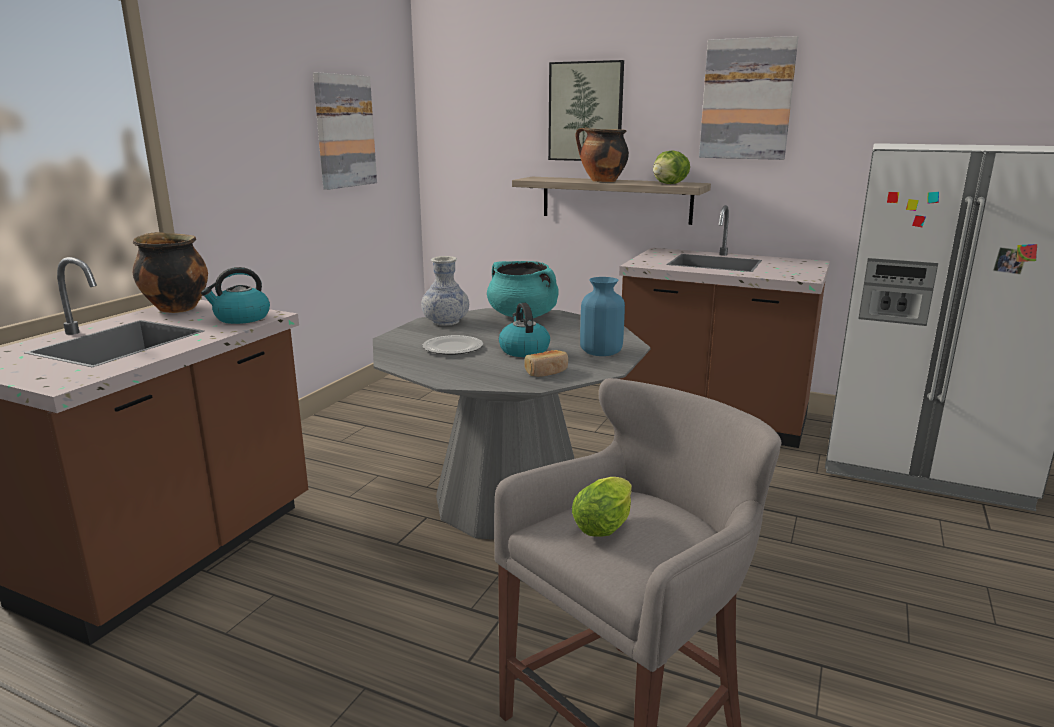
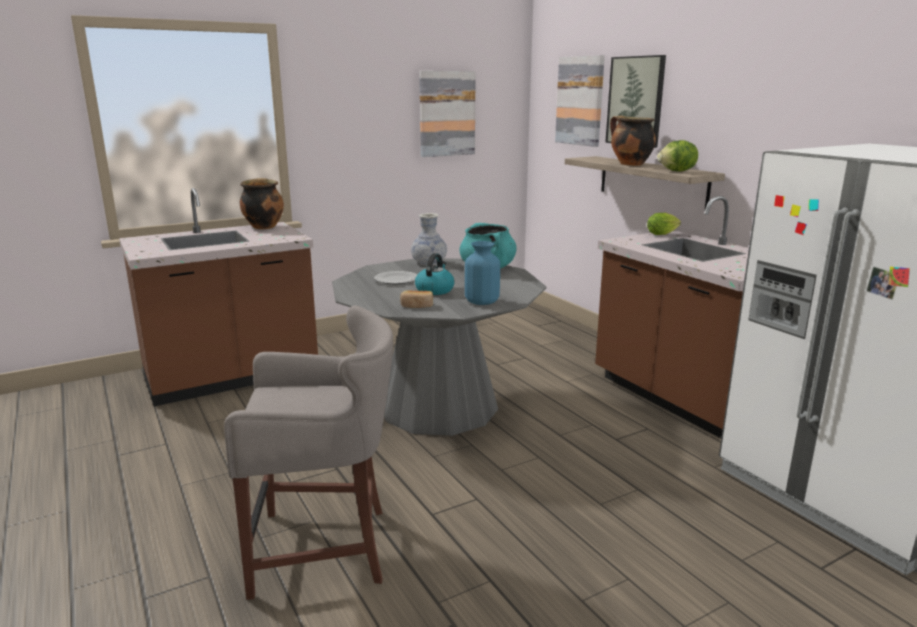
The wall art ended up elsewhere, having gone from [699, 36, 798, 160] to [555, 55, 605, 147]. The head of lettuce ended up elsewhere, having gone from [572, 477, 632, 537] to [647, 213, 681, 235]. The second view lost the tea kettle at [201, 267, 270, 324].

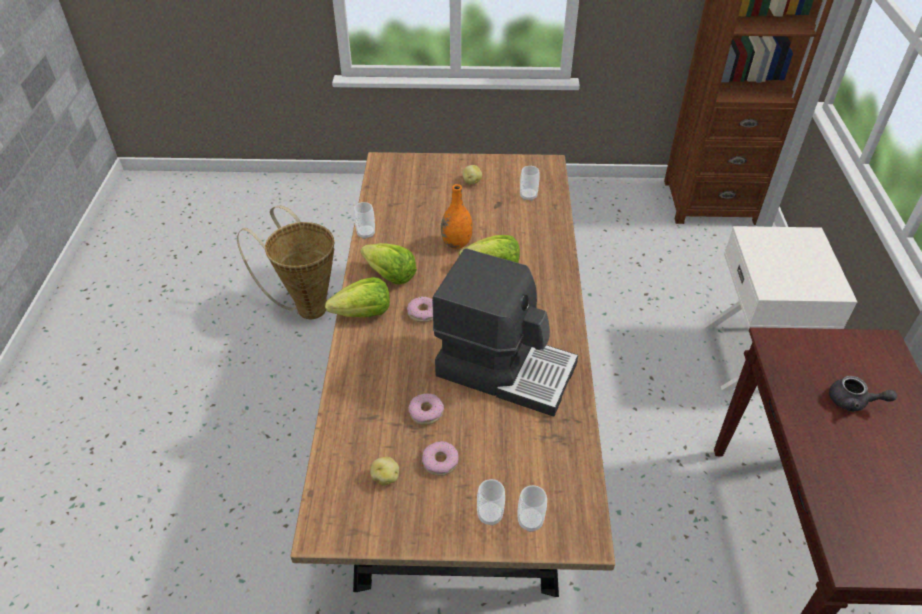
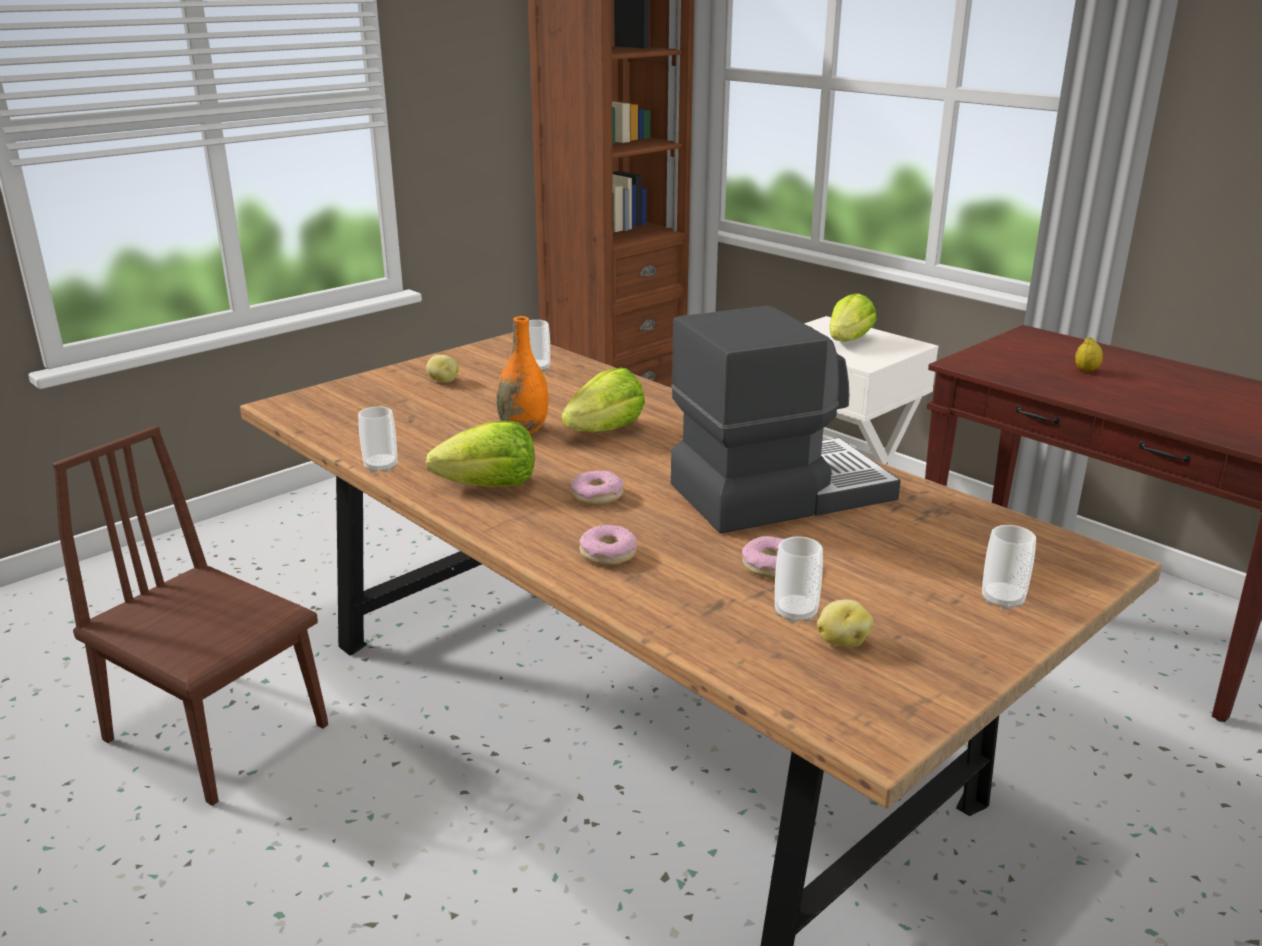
Where the basket stood at [237, 206, 334, 319], the brown-coloured chair came to stand at [53, 426, 328, 806]. The donut ended up elsewhere, having gone from [422, 441, 459, 476] to [579, 525, 637, 565]. The cup ended up elsewhere, having gone from [518, 485, 547, 532] to [775, 537, 823, 623]. The head of lettuce ended up elsewhere, having gone from [325, 277, 390, 317] to [829, 293, 877, 342]. Where the grey teapot stood at [829, 376, 897, 412], the whole lemon came to stand at [1075, 338, 1103, 372].

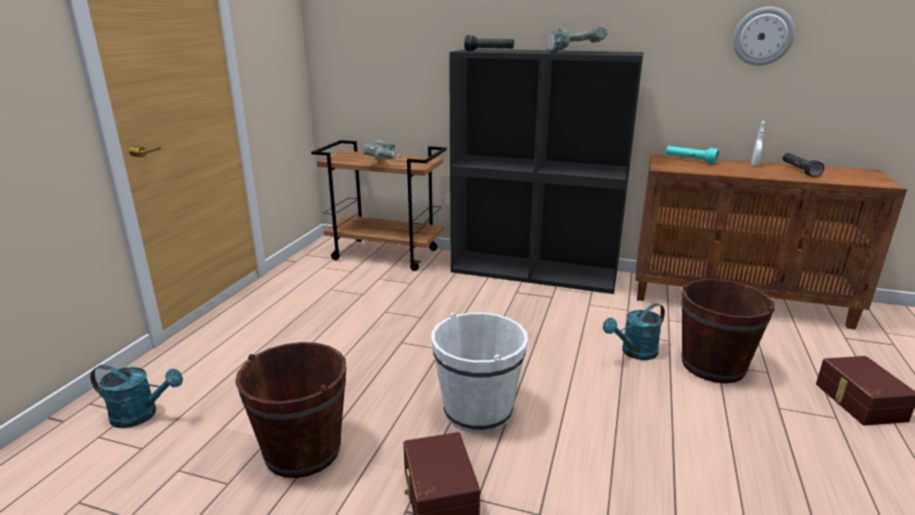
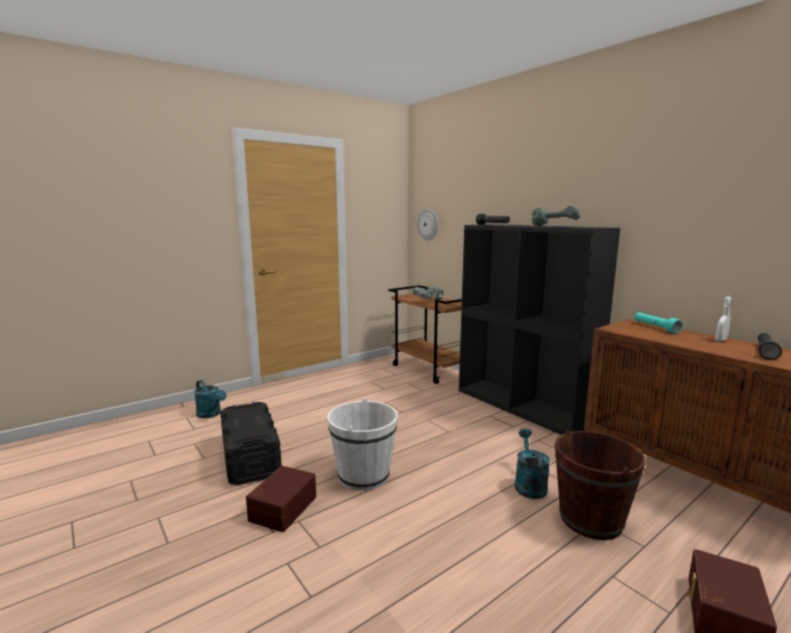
Where the brown-coloured water bucket stood at [235, 342, 346, 478], the black storage box came to stand at [220, 402, 282, 485]. The hanging clock ended up elsewhere, having gone from [733, 7, 795, 66] to [417, 209, 438, 240]. The turquoise sprinkling can at [603, 303, 665, 360] ended up facing another way, 90 degrees clockwise from before.

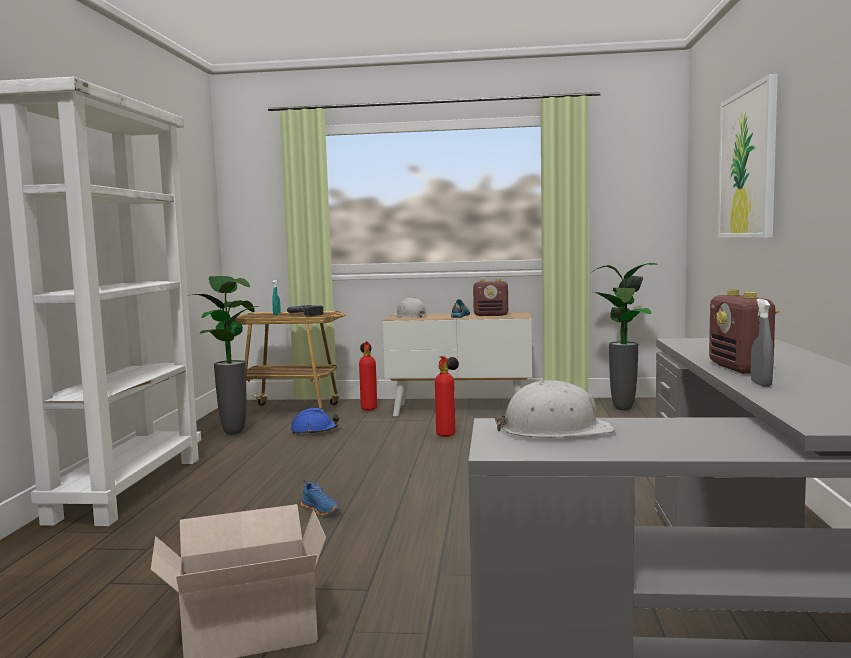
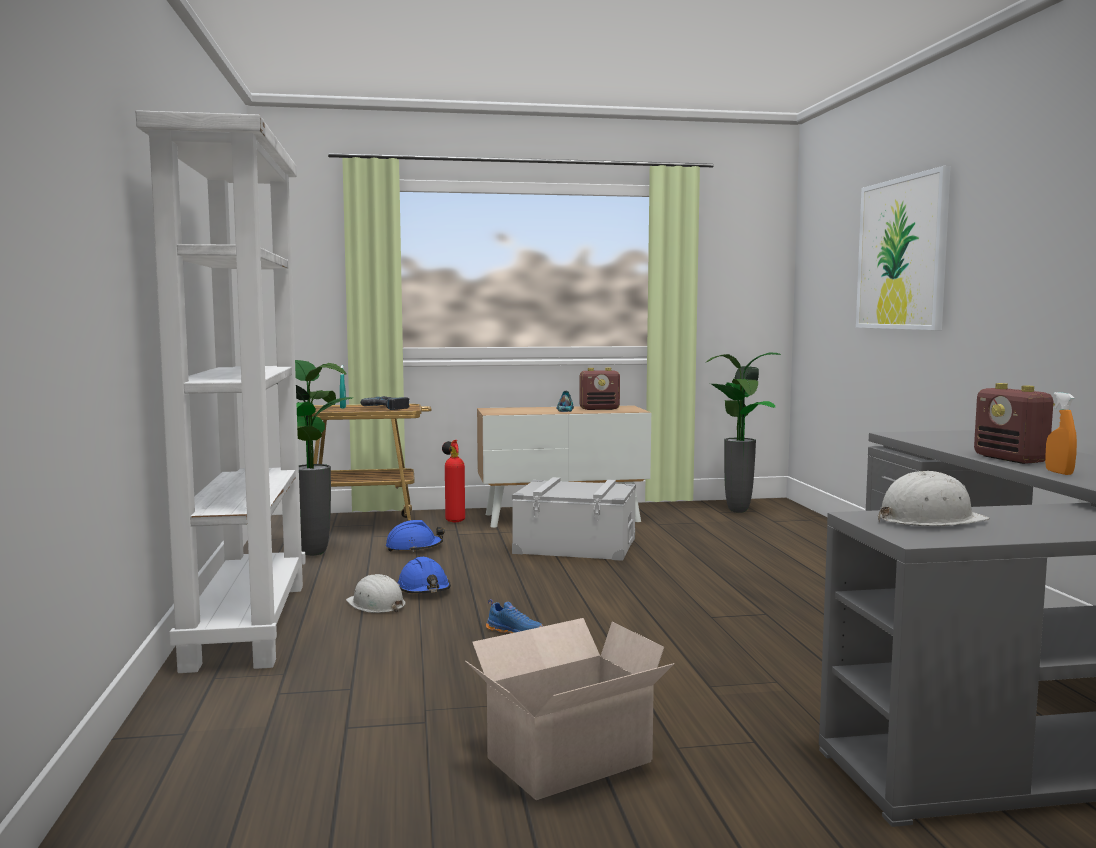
The whitish work helmet ended up elsewhere, having gone from [393, 297, 428, 318] to [346, 574, 405, 613]. The second view gained the blue-coloured work helmet at [398, 557, 451, 594]. Where the fire extinguisher stood at [435, 356, 459, 437], the grey storage box came to stand at [512, 477, 636, 561]. What was the grey sprayer at [751, 299, 773, 387] turned into the orange-coloured sprayer at [1045, 392, 1077, 475].

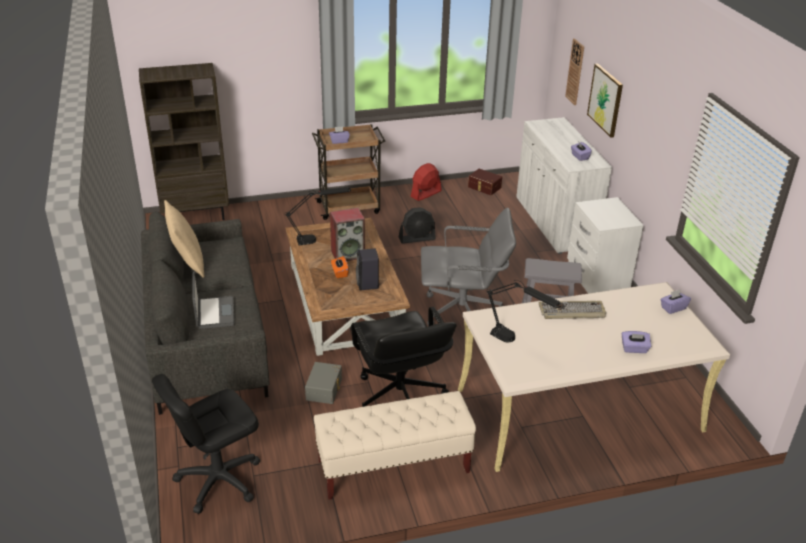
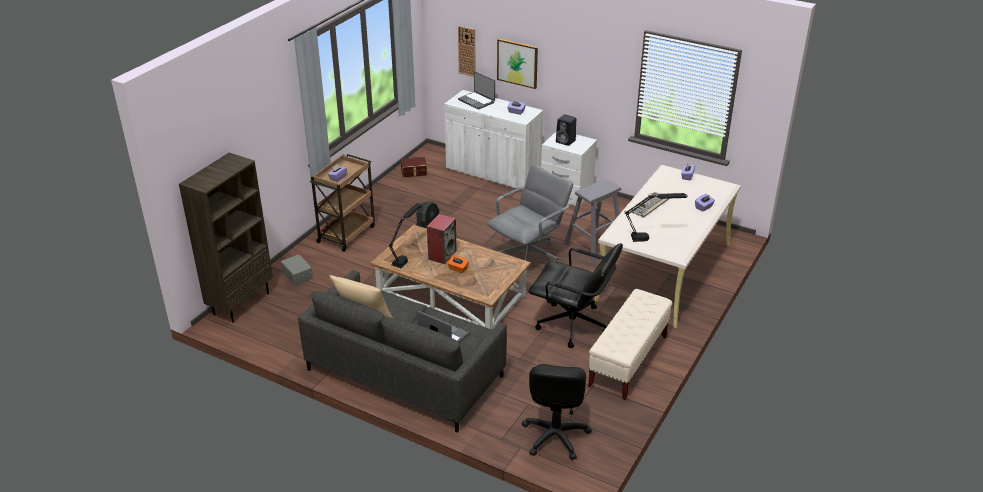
The grey storage box ended up elsewhere, having gone from [305, 362, 342, 404] to [281, 254, 313, 285]. The second view gained the notebook computer at [458, 71, 495, 110]. The black loudspeaker ended up elsewhere, having gone from [356, 248, 379, 290] to [556, 114, 576, 146]. The second view lost the reddish electric fan at [410, 163, 441, 201].

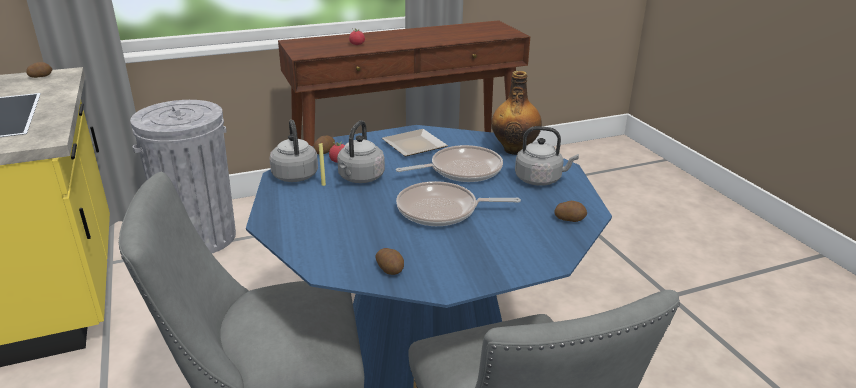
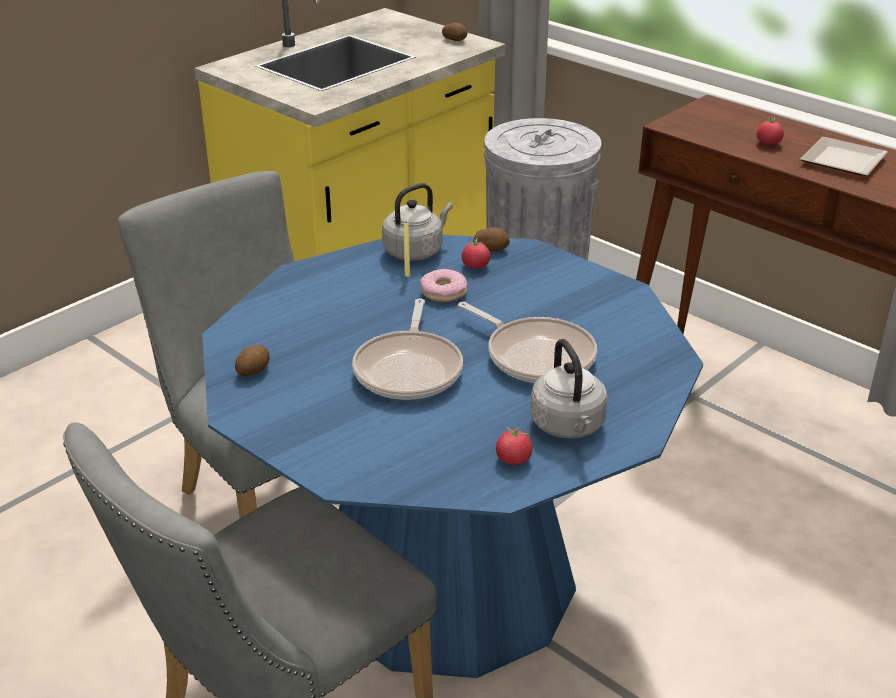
The pan at [396, 181, 521, 226] ended up facing another way, 150 degrees counterclockwise from before. Where the grey tea kettle stood at [337, 120, 385, 183], the donut came to stand at [420, 269, 468, 302]. The second view gained the whole tomato at [496, 424, 532, 465]. The flat dish ended up elsewhere, having gone from [382, 129, 448, 157] to [800, 137, 888, 176]. The second view lost the drink bottle at [491, 71, 542, 155]. The second view lost the spud at [554, 201, 587, 222].

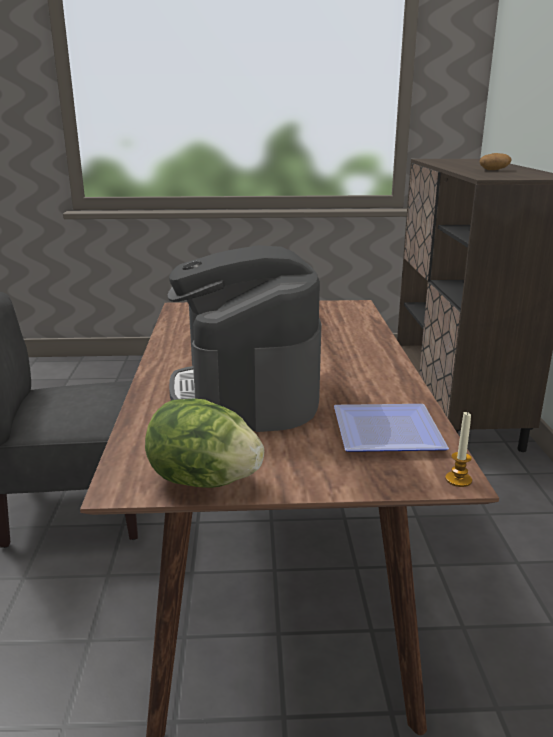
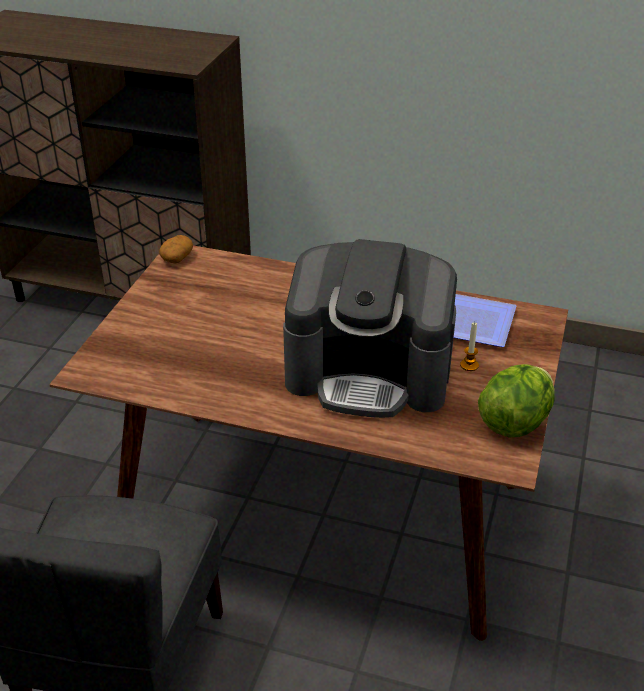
The spud ended up elsewhere, having gone from [479, 153, 511, 170] to [159, 235, 193, 264]. The candle ended up elsewhere, having gone from [445, 411, 472, 487] to [460, 322, 479, 371].

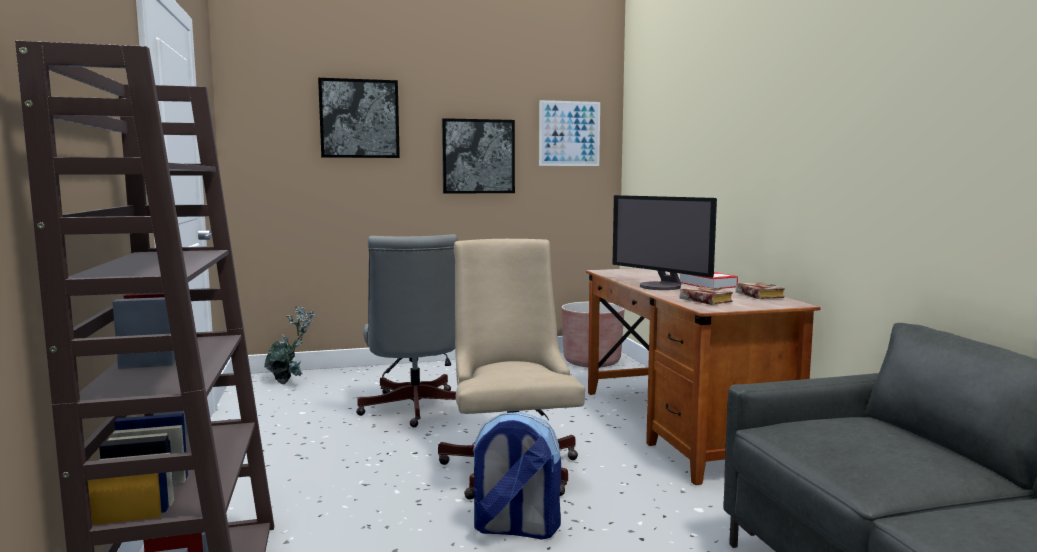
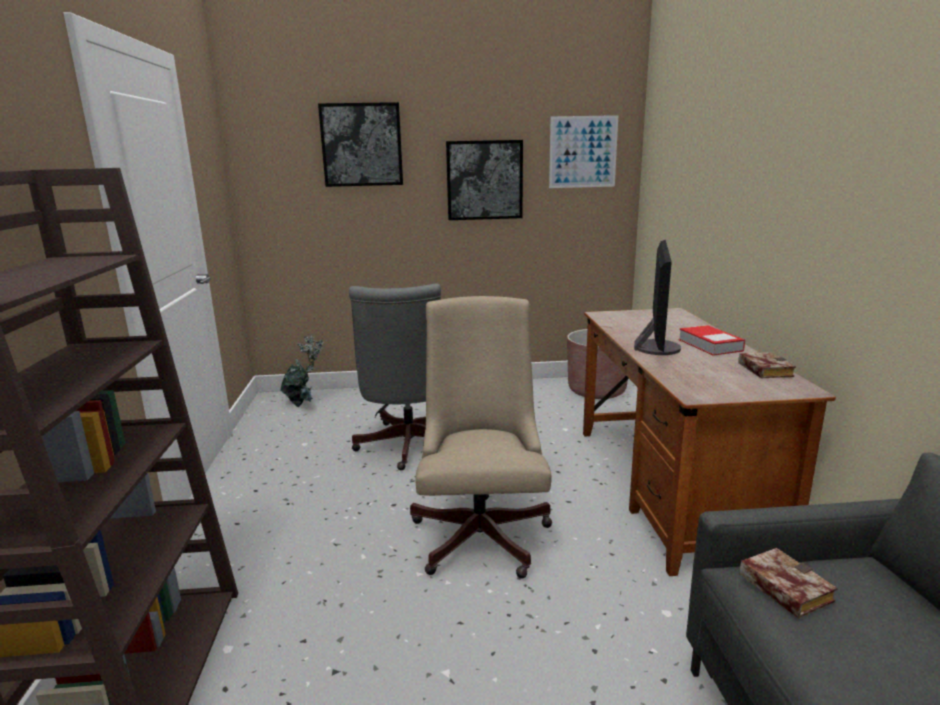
The computer screen at [613, 195, 717, 290] ended up facing another way, 135 degrees counterclockwise from before. The bound book ended up elsewhere, having gone from [680, 287, 733, 305] to [739, 548, 838, 618]. The second view lost the rucksack at [470, 412, 561, 540].

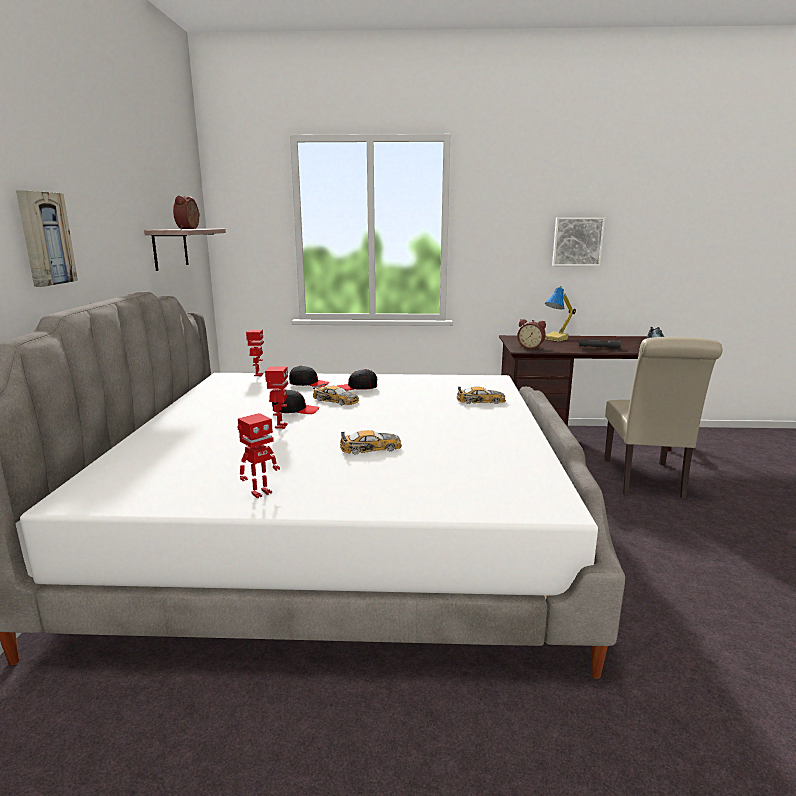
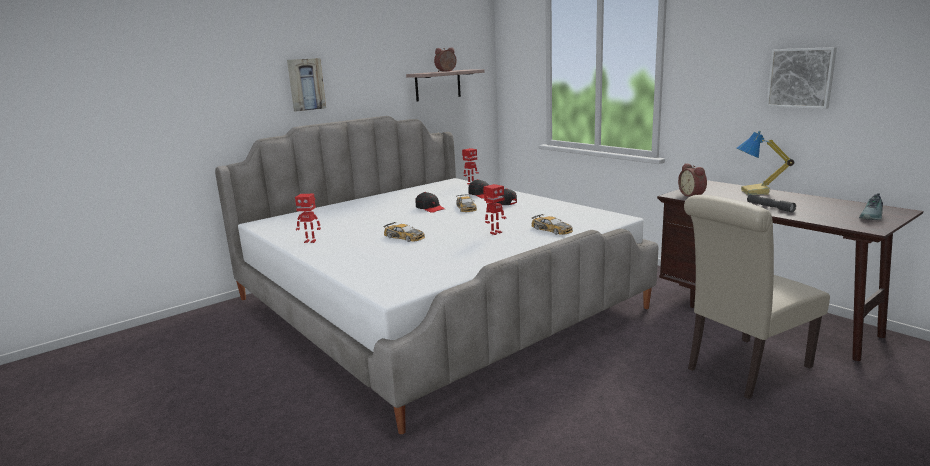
The robot figure ended up elsewhere, having gone from [265, 366, 288, 429] to [483, 184, 506, 235].

